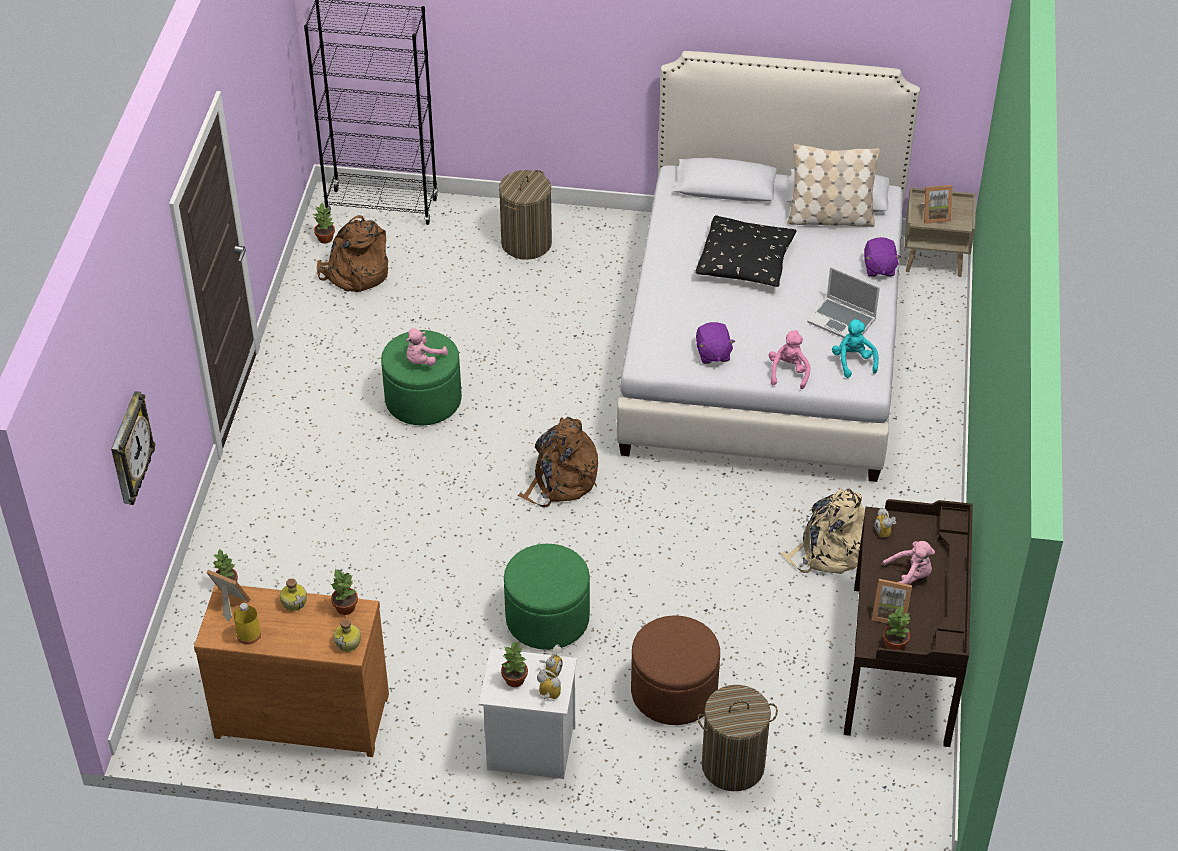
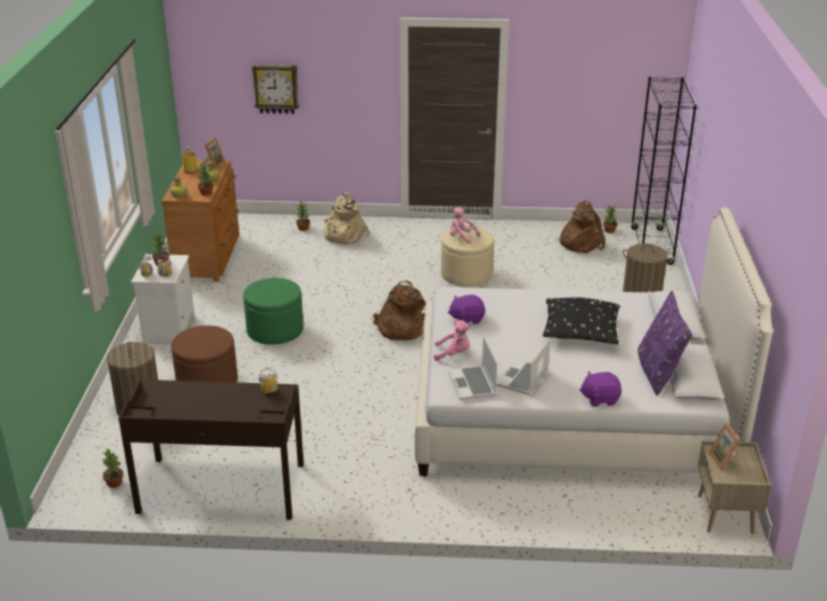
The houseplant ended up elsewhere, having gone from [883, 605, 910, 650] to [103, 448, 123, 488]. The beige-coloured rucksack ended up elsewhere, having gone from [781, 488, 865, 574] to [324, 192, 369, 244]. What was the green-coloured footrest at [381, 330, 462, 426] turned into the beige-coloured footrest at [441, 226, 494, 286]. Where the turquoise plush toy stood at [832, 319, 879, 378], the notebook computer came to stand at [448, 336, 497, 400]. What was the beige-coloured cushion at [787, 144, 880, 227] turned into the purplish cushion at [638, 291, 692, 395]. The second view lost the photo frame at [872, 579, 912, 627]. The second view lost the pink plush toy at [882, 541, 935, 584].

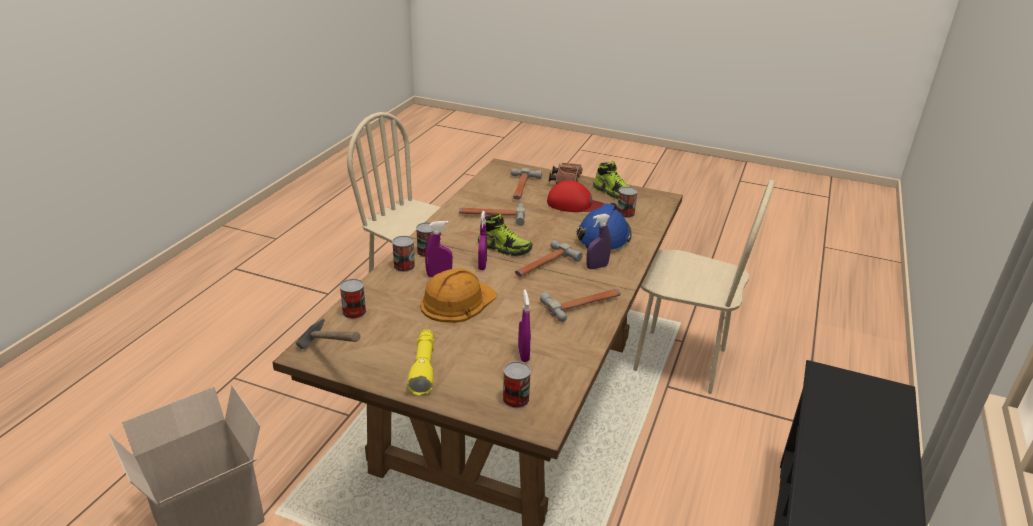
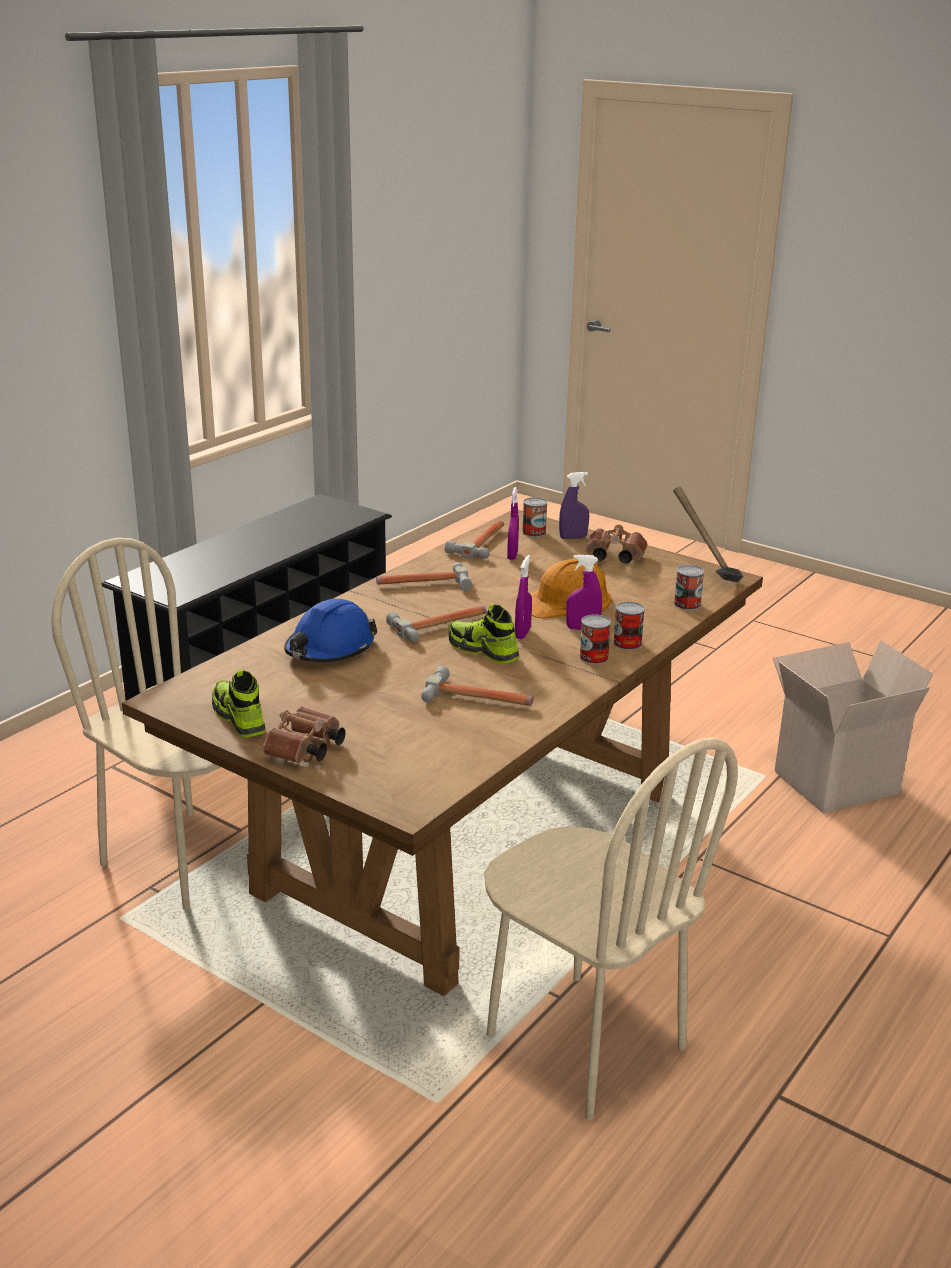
The hand hammer ended up elsewhere, having gone from [511, 168, 542, 200] to [445, 520, 504, 559]. The purplish sprayer ended up elsewhere, having gone from [586, 214, 611, 269] to [559, 472, 589, 539]. Where the yellow hand torch stood at [407, 329, 434, 396], the brown-coloured field glasses came to stand at [585, 525, 647, 564]. The second view lost the reddish cap at [547, 180, 604, 212]. The second view lost the sealed can at [617, 187, 638, 218].

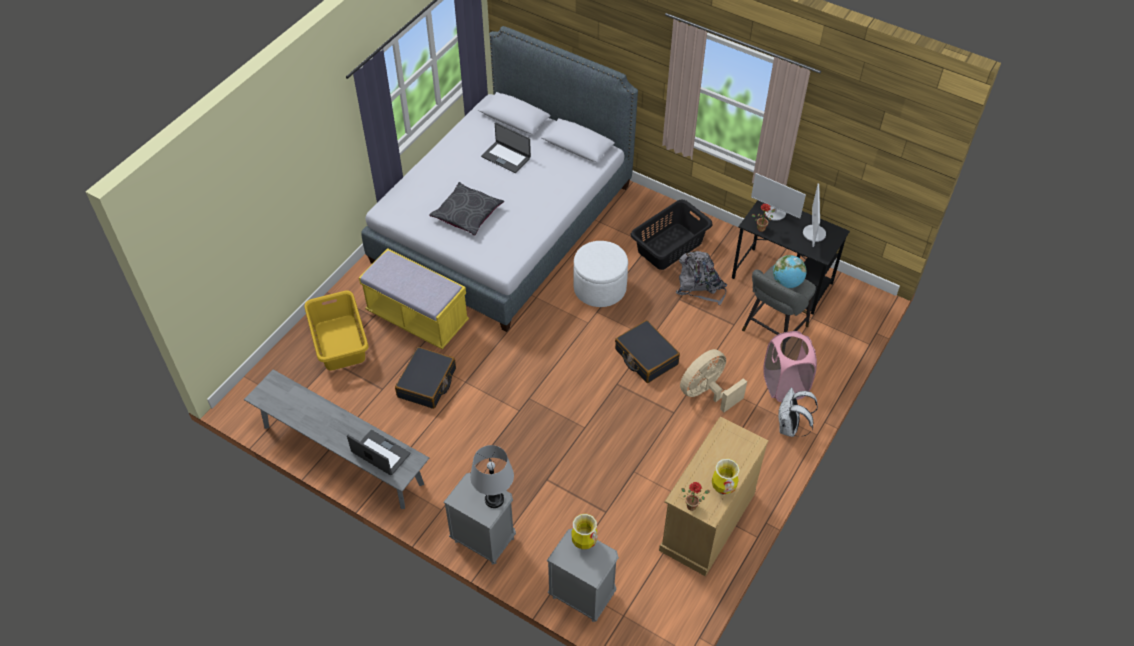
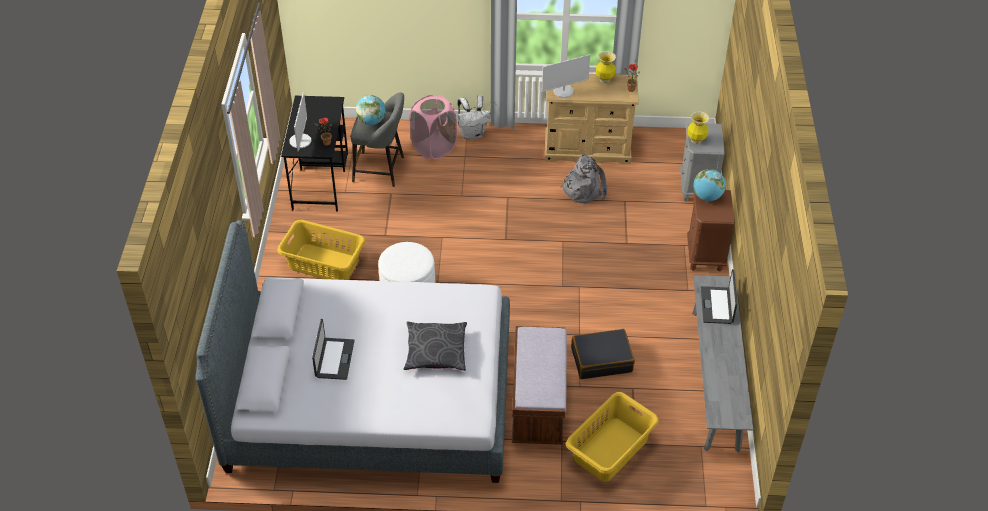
What was the black hamper at [630, 200, 713, 270] turned into the yellow hamper at [277, 220, 366, 280]. What was the yellow long seat at [359, 248, 469, 349] turned into the brown-coloured long seat at [512, 326, 567, 445]. The computer screen ended up elsewhere, having gone from [803, 183, 826, 247] to [542, 54, 590, 98]. The grey rucksack ended up elsewhere, having gone from [676, 251, 727, 305] to [560, 154, 607, 204]. What was the grey night table at [443, 473, 516, 564] turned into the brown-coloured night table at [687, 190, 735, 272]. Where the grey lamp for a table stood at [470, 445, 514, 508], the desk globe came to stand at [693, 169, 726, 201]. The second view lost the black suitcase at [615, 320, 680, 383]. The second view lost the beige-coloured electric fan at [680, 349, 747, 413].

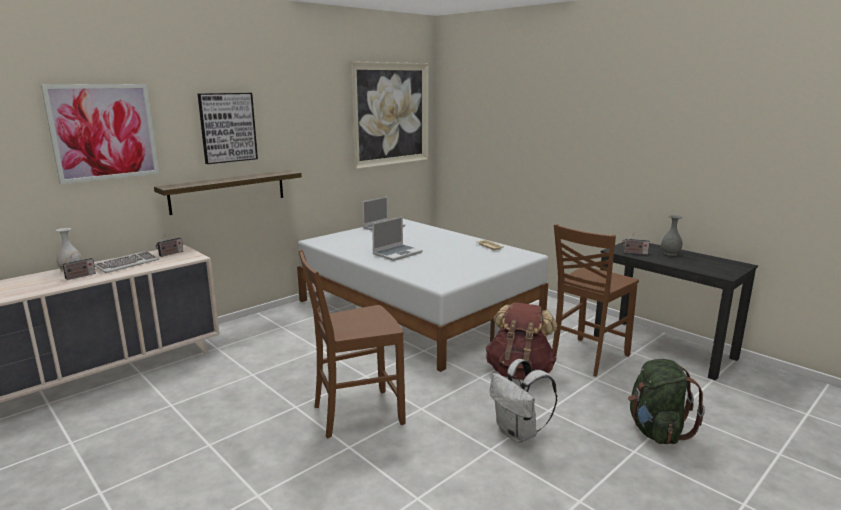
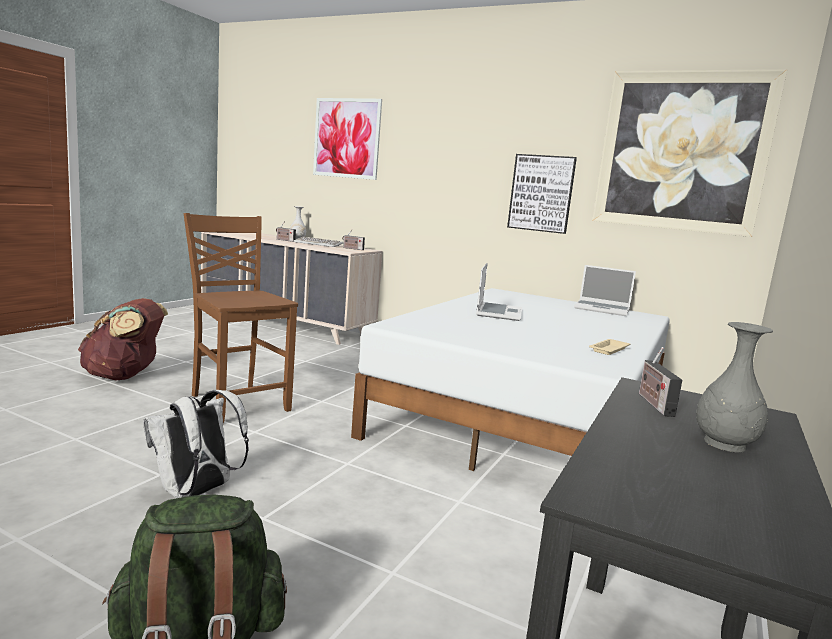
The brown-coloured rucksack ended up elsewhere, having gone from [486, 302, 557, 380] to [78, 298, 168, 381]. The notebook computer at [372, 216, 423, 261] ended up facing another way, 105 degrees counterclockwise from before. The wall art ended up elsewhere, having gone from [198, 93, 258, 164] to [507, 154, 577, 234]. The second view lost the shelf at [154, 170, 302, 215]. The second view lost the brown-coloured chair at [552, 224, 639, 377].

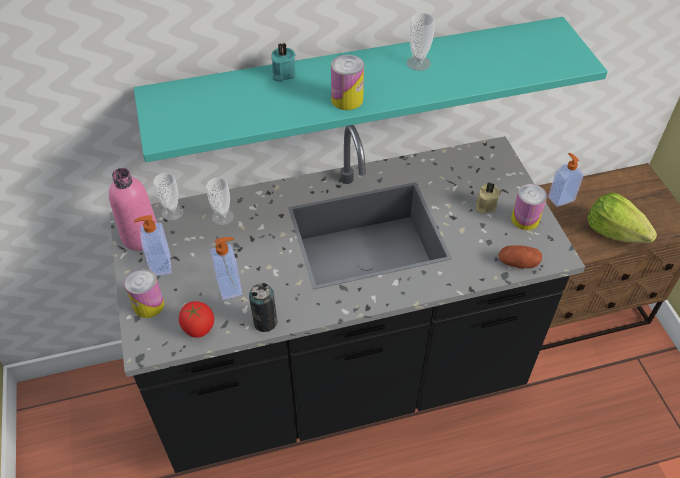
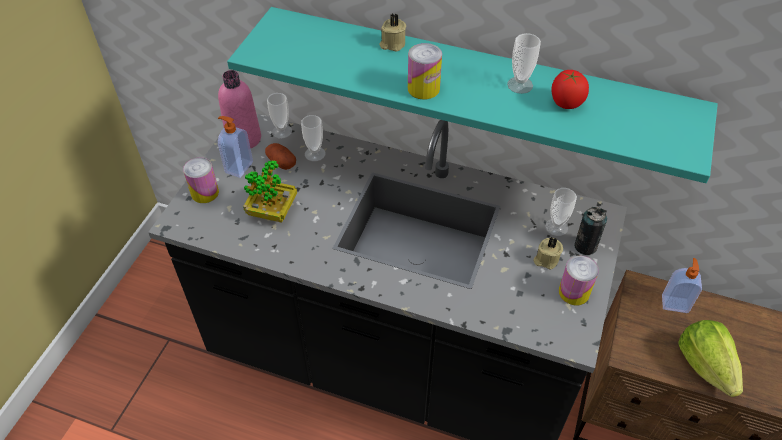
Where the soap bottle stood at [210, 237, 242, 300], the houseplant came to stand at [243, 160, 297, 223]. The spud ended up elsewhere, having gone from [498, 245, 542, 268] to [265, 143, 296, 170]. What was the turquoise candle at [271, 43, 295, 82] turned into the beige-coloured candle at [379, 14, 406, 52]. The second view gained the cup at [545, 188, 577, 236]. The whole tomato ended up elsewhere, having gone from [179, 301, 214, 338] to [551, 70, 589, 109]. The sealed can ended up elsewhere, having gone from [249, 283, 278, 332] to [574, 207, 607, 255].

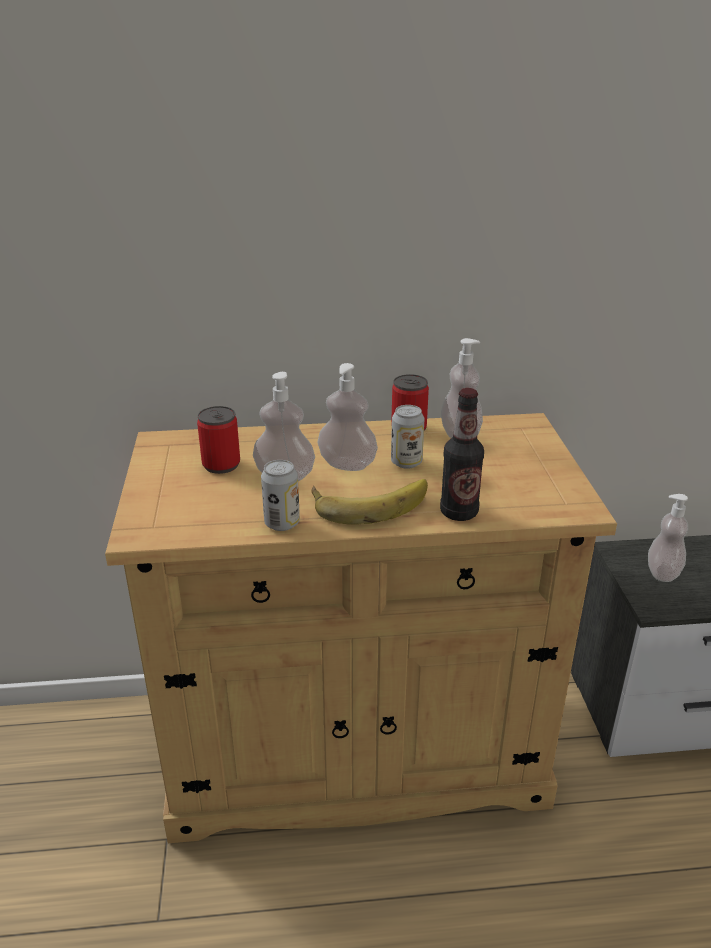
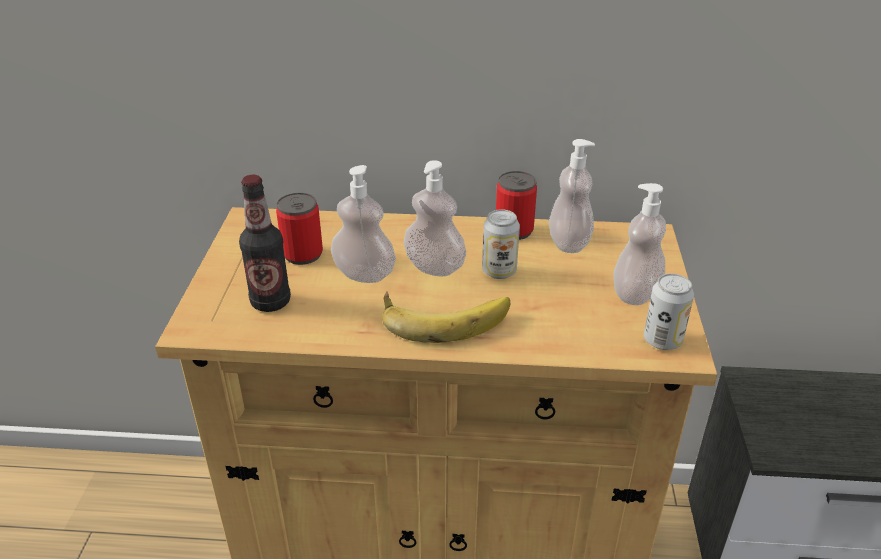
The drink bottle ended up elsewhere, having gone from [440, 388, 484, 521] to [239, 175, 291, 312]. The soap bottle ended up elsewhere, having gone from [648, 494, 688, 582] to [613, 183, 666, 305]. The sealed can ended up elsewhere, having gone from [261, 460, 300, 531] to [644, 273, 694, 350].

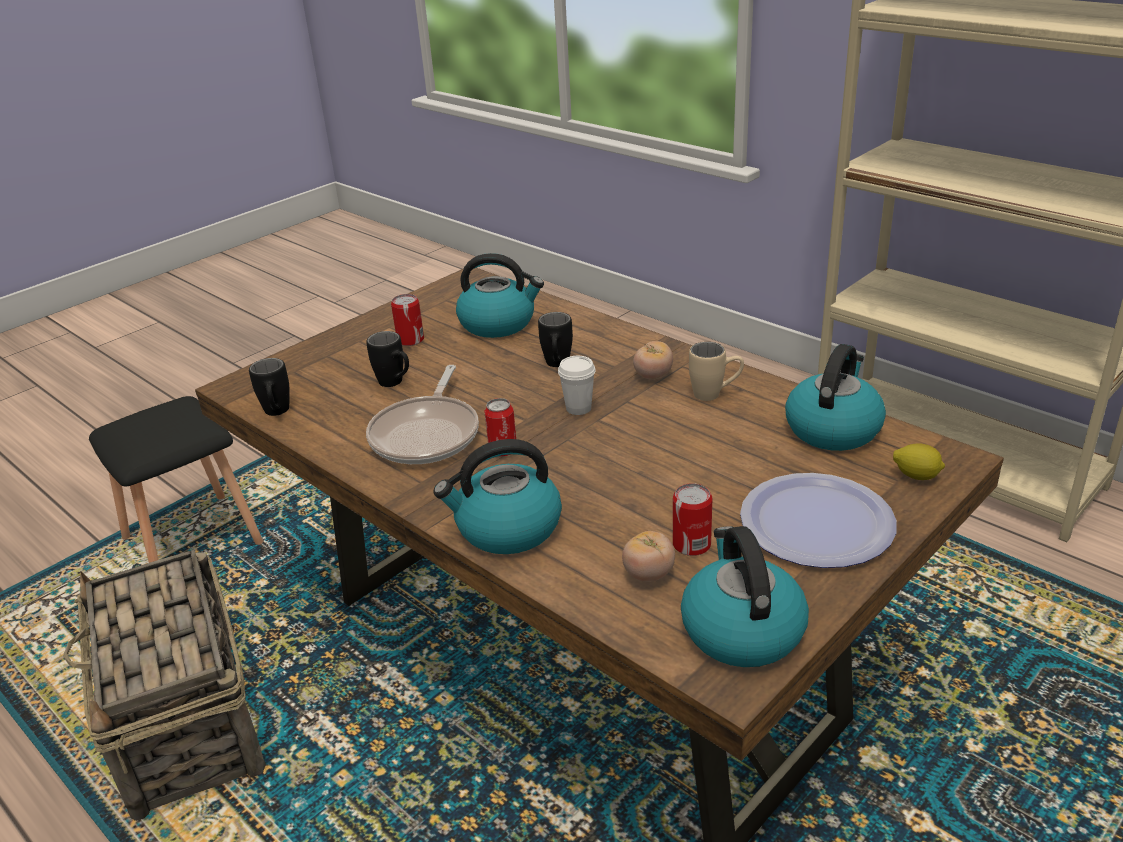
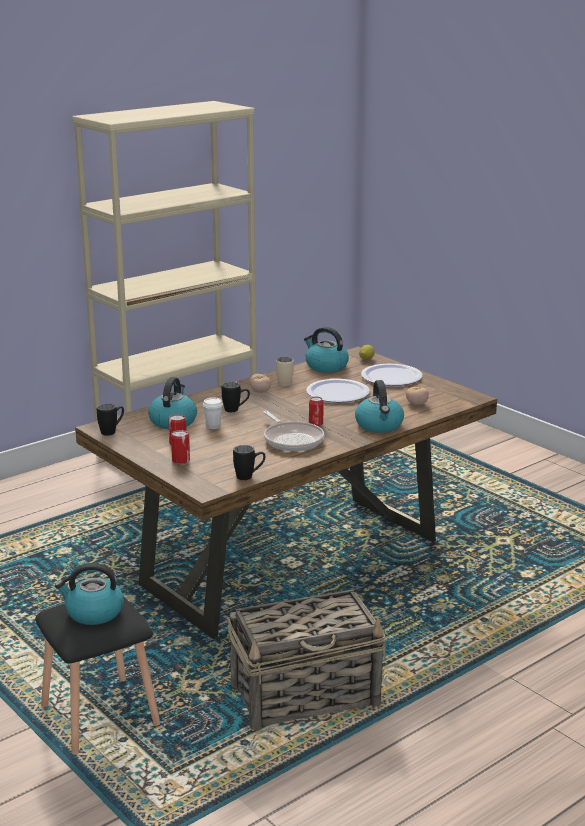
The tea kettle ended up elsewhere, having gone from [681, 526, 809, 667] to [55, 563, 124, 625]. The black tea mug ended up elsewhere, having gone from [366, 331, 409, 387] to [97, 403, 124, 436]. The sealed can ended up elsewhere, having gone from [673, 483, 712, 556] to [171, 430, 190, 464]. The whitish cup ended up elsewhere, having gone from [558, 356, 596, 415] to [203, 397, 223, 429]. The pan at [366, 365, 479, 464] ended up facing another way, 45 degrees clockwise from before. The second view gained the flat dish at [306, 379, 370, 402].

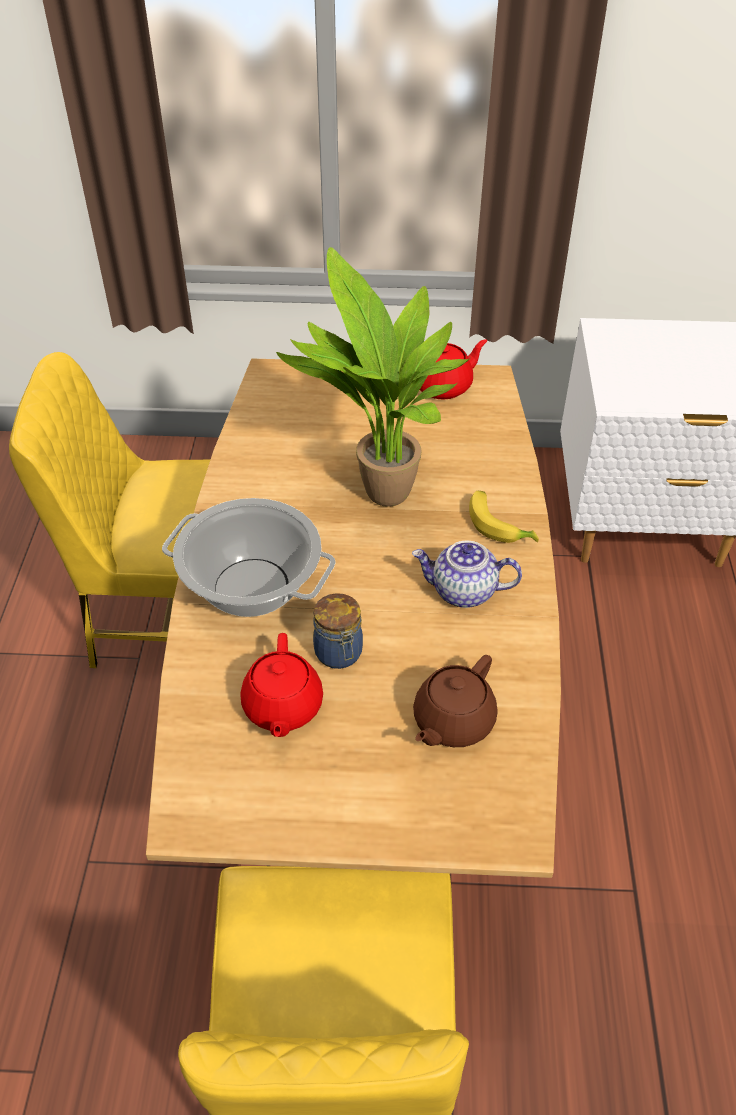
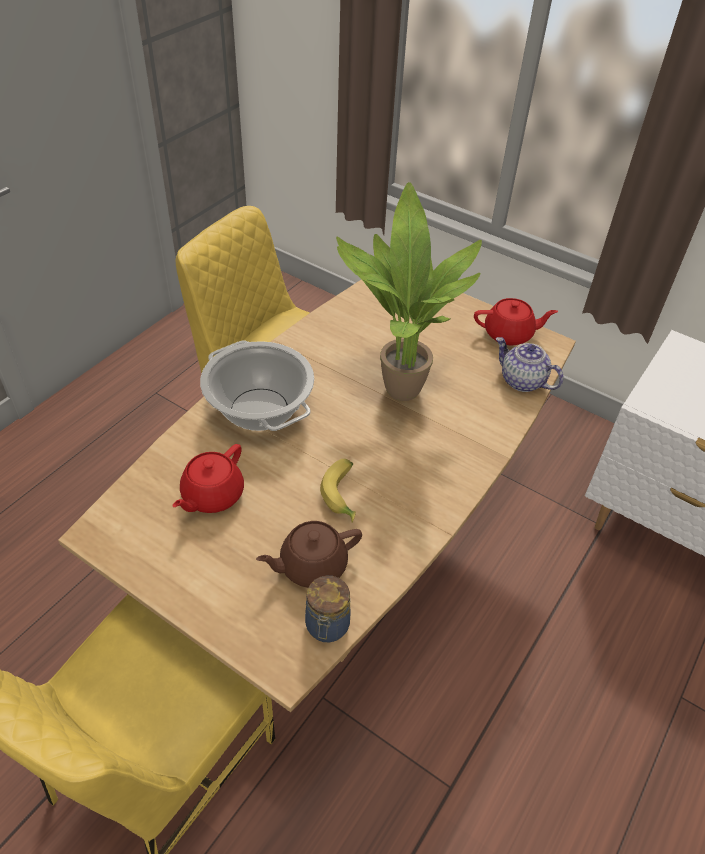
The jar ended up elsewhere, having gone from [313, 593, 363, 669] to [305, 576, 351, 642]. The banana fruit ended up elsewhere, having gone from [469, 491, 539, 543] to [320, 459, 356, 523]. The teapot ended up elsewhere, having gone from [412, 540, 522, 608] to [496, 337, 563, 392].

